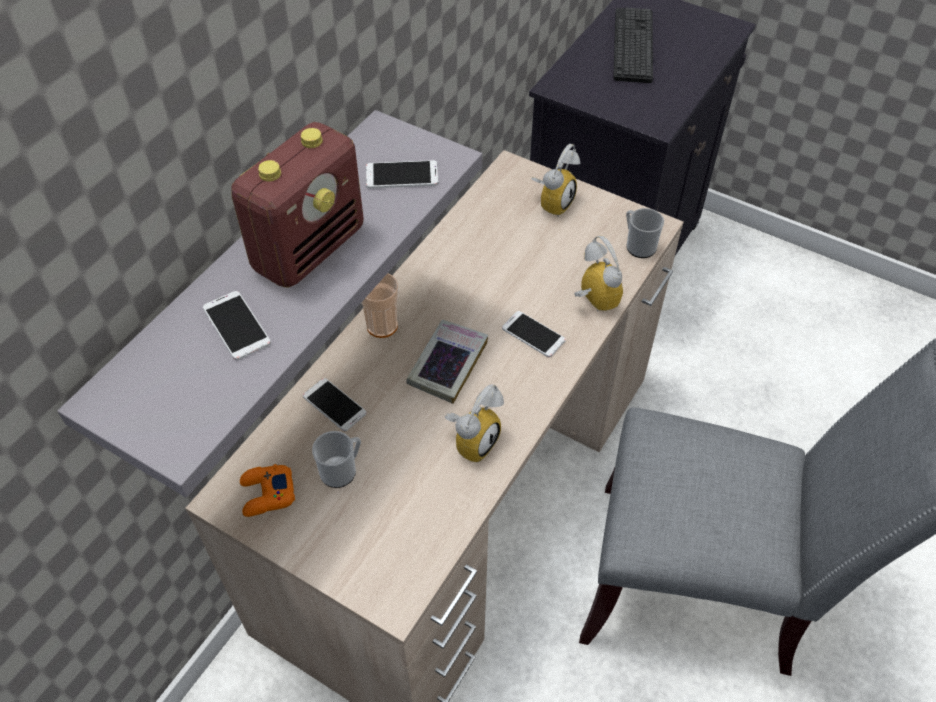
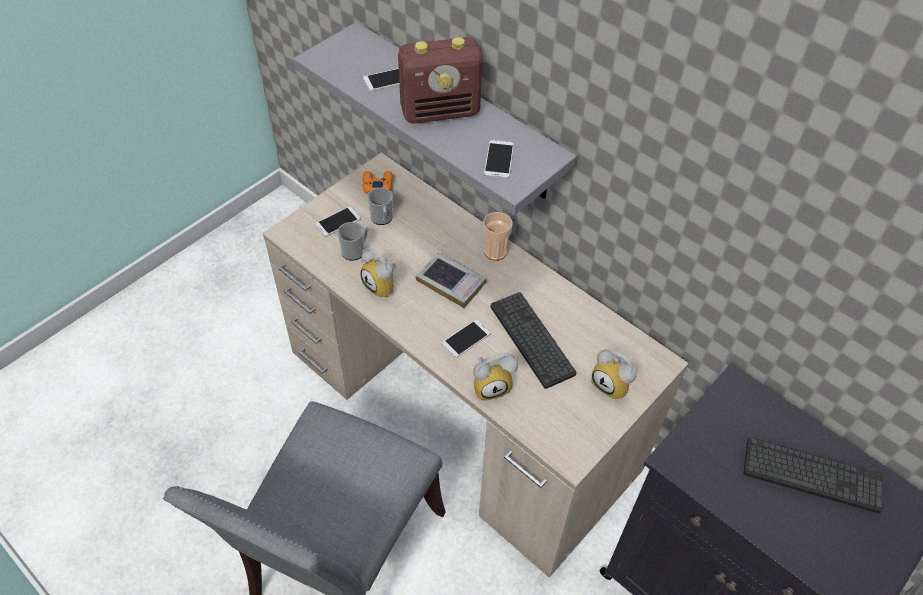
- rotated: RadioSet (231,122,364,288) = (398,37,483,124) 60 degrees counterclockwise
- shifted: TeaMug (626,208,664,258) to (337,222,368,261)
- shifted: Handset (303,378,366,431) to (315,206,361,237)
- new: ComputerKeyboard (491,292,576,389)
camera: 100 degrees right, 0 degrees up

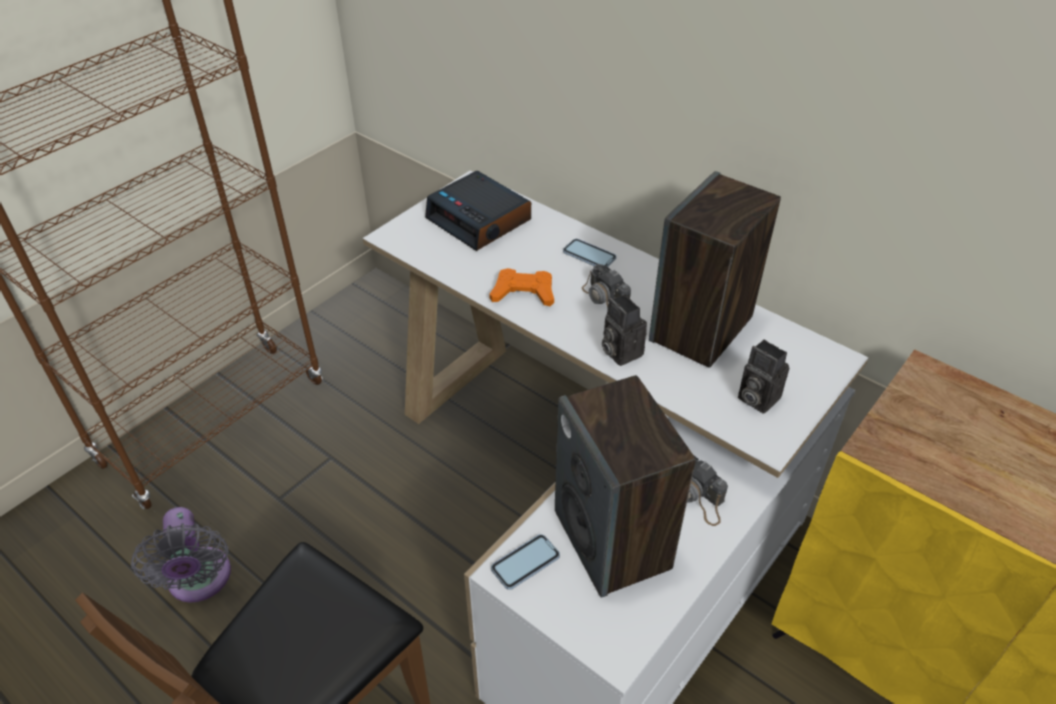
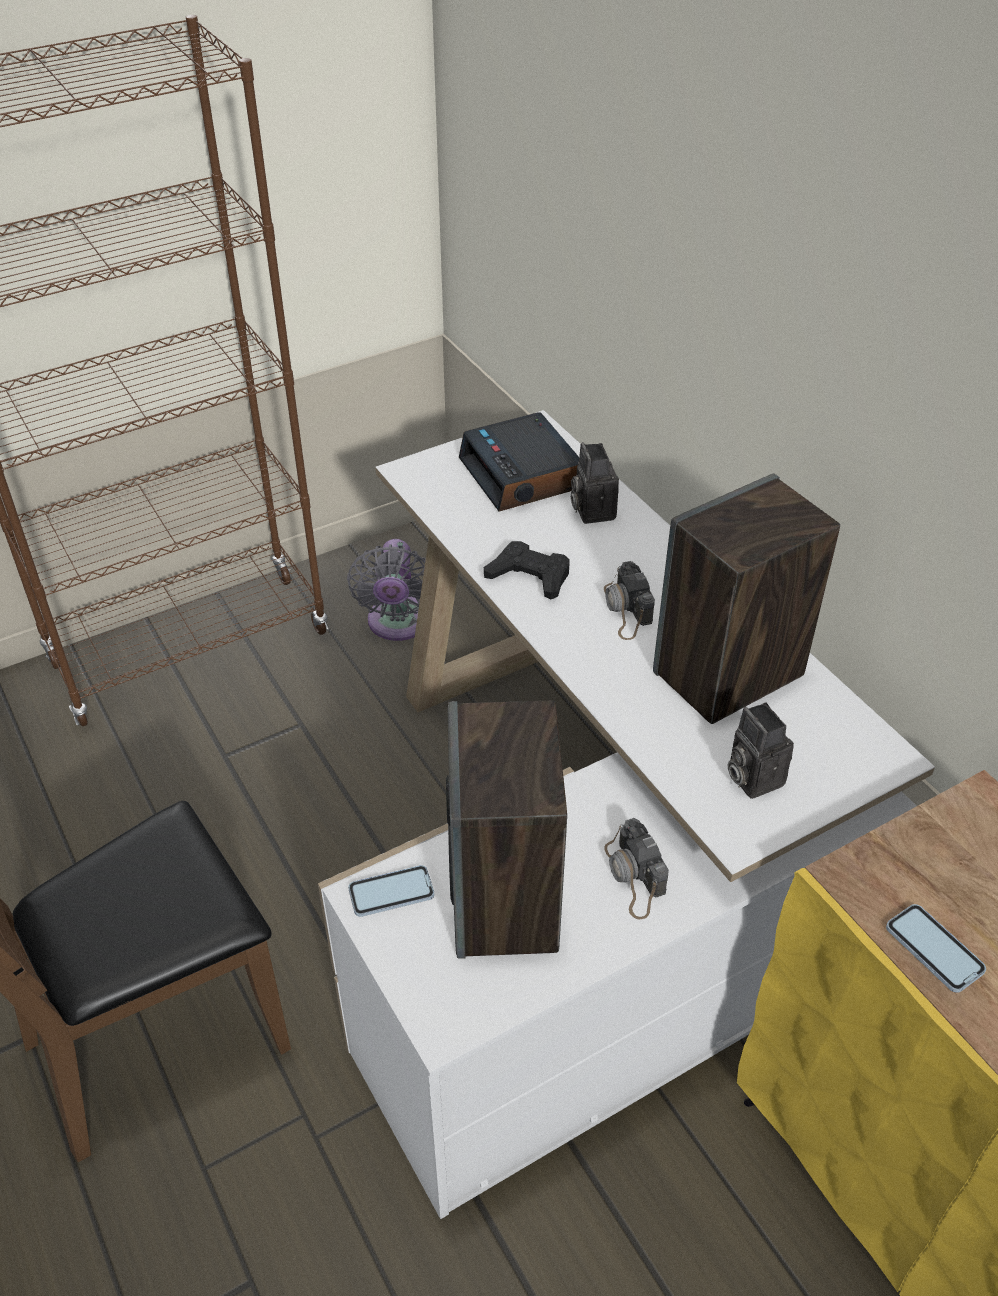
- shifted: Handset (563,239,616,267) to (886,904,986,993)
- repainted: OrangeColouredGameController (489,268,554,306) to BlackishGameController (484,541,570,600)
- shifted: StillCamera (602,294,647,366) to (571,442,619,524)
- shifted: GreyCoolingFan (131,507,231,603) to (347,539,426,641)
camera: 20 degrees right, 0 degrees up

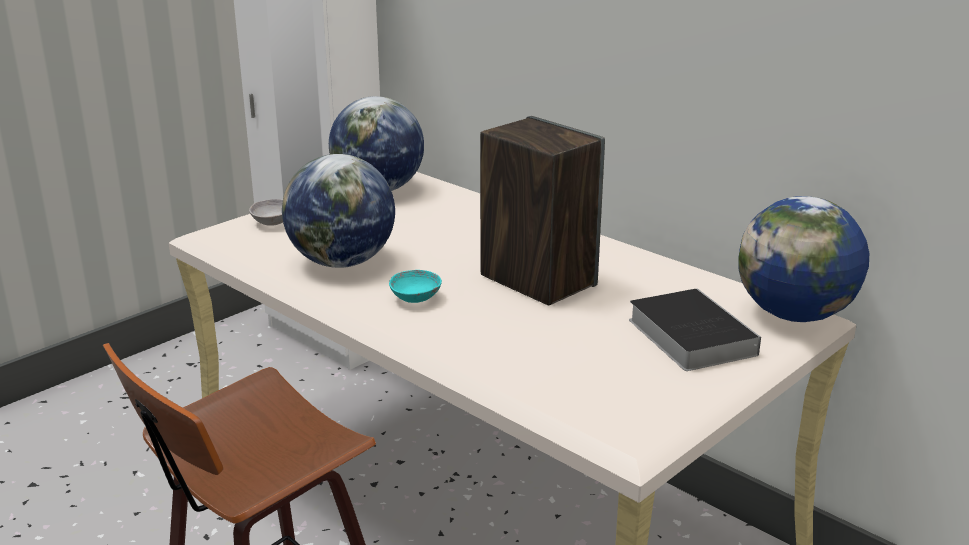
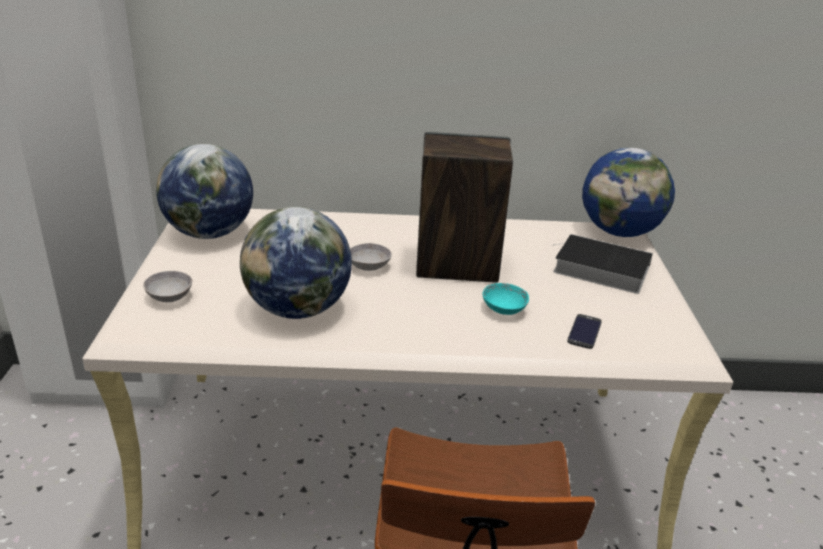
- shifted: TurquoiseColouredDeepDish (389,270,442,303) to (483,283,529,315)
- new: GreyDeepDish (350,243,392,271)
- new: Handset (567,314,602,349)
camera: 45 degrees left, 5 degrees up

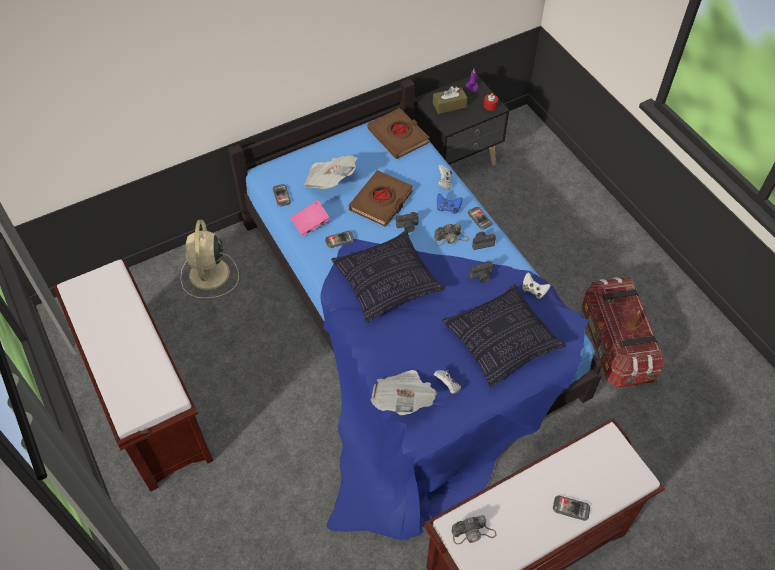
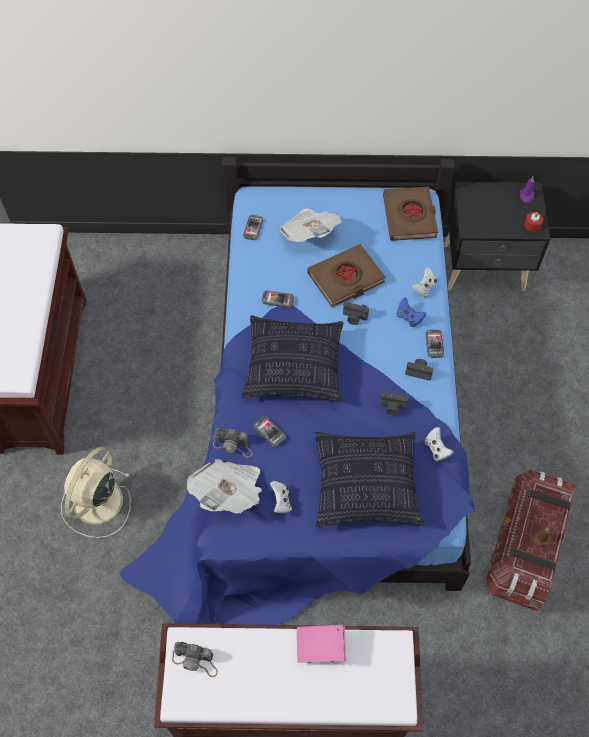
- gone: BrownTissueHolder (433,86,467,114)
- shifted: PinkVolume (290,200,330,236) to (297,625,346,663)
- shifted: BeigeCoolingFan (180,220,239,299) to (61,447,131,538)
- shifted: StillCamera (434,224,469,246) to (213,428,253,458)
- shifted: Handset (553,495,590,521) to (254,416,286,447)
camera: 30 degrees right, 5 degrees up

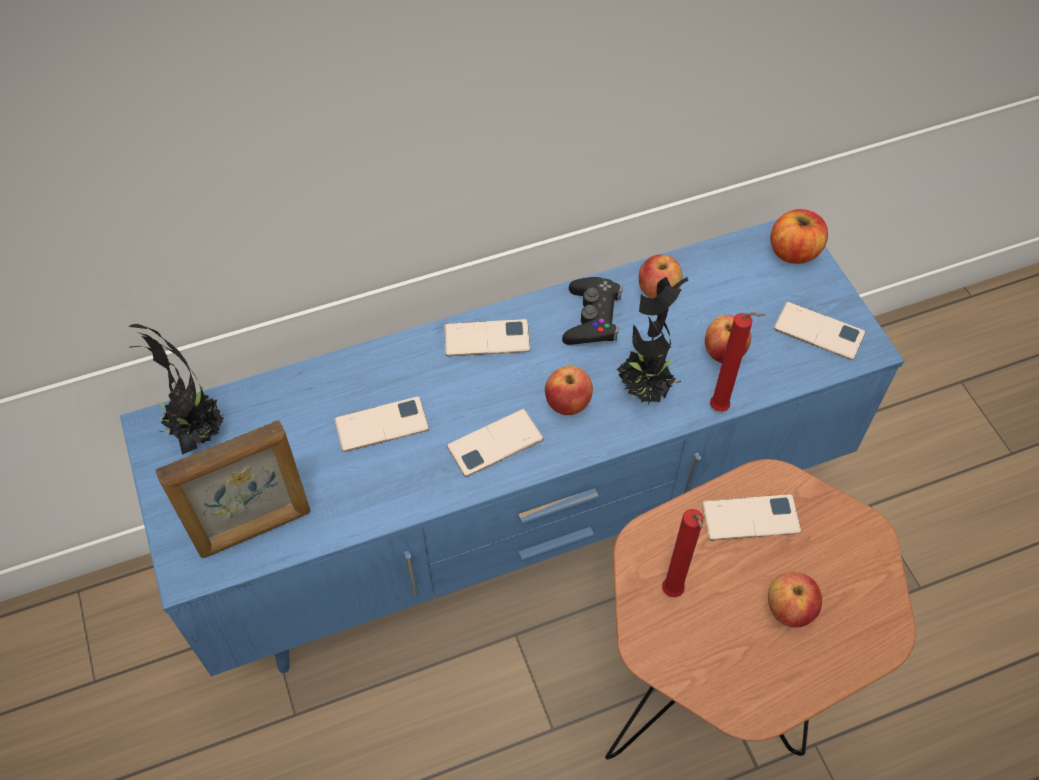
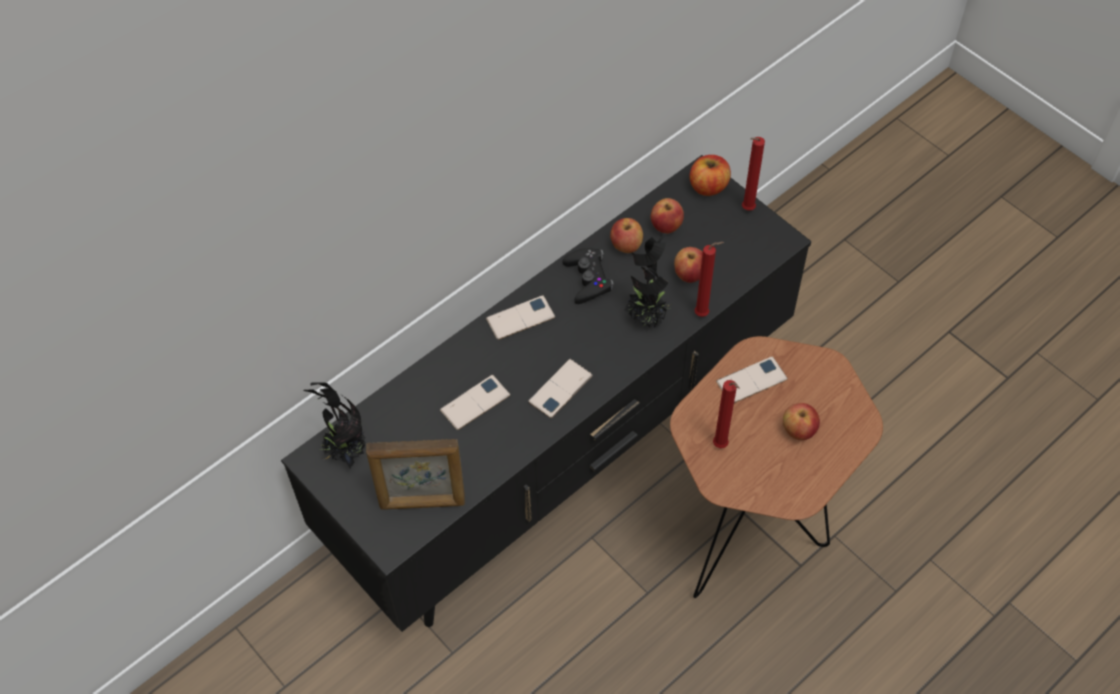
- repainted: BlueColouredTvUnit (120,219,904,676) to BlackishTvUnit (281,155,812,632)
- gone: Handset (774,301,866,360)
- shifted: WholeApple (545,366,593,415) to (651,198,684,234)
- rotated: PictureFrame (155,420,310,558) = (366,439,465,510) 45 degrees clockwise
- new: RedColouredCandle (742,137,765,211)
camera: 20 degrees left, 0 degrees up

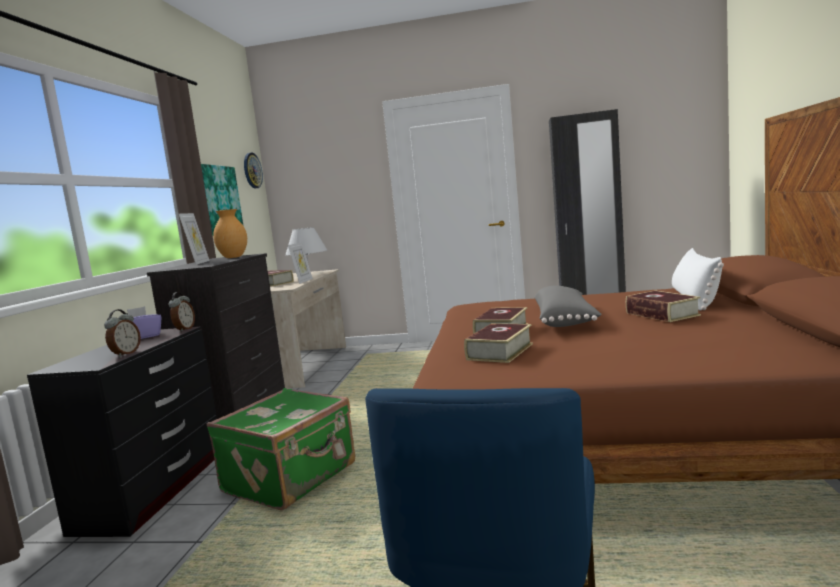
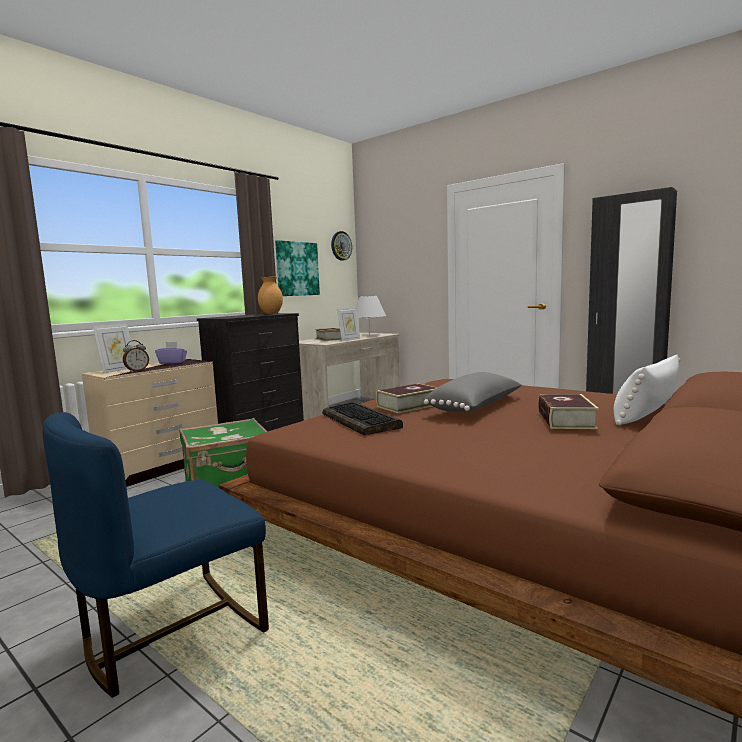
- shifted: PictureFrame (179,213,210,265) to (93,324,132,374)
- gone: TableClock (169,292,195,332)
- swapped: Volume (464,323,533,363) to ComputerKeyboard (322,402,403,435)
- repainted: BlackishDrawerChest (27,326,217,537) to BeigeDrawerChest (82,359,218,487)
camera: 30 degrees right, 0 degrees up

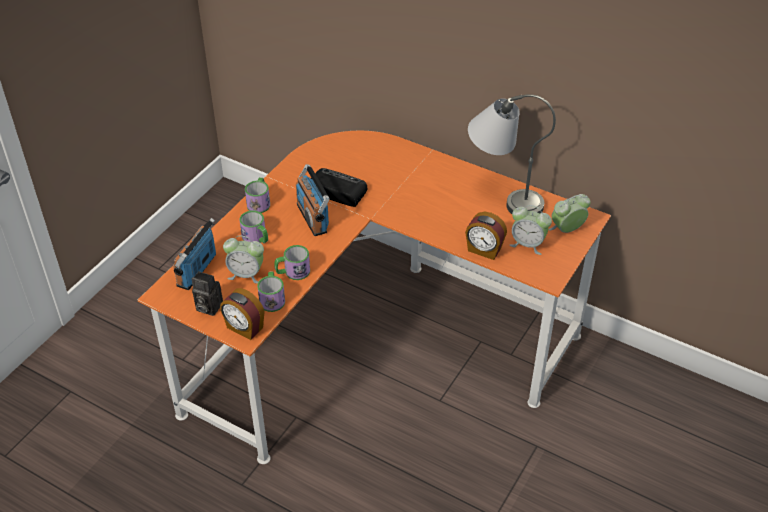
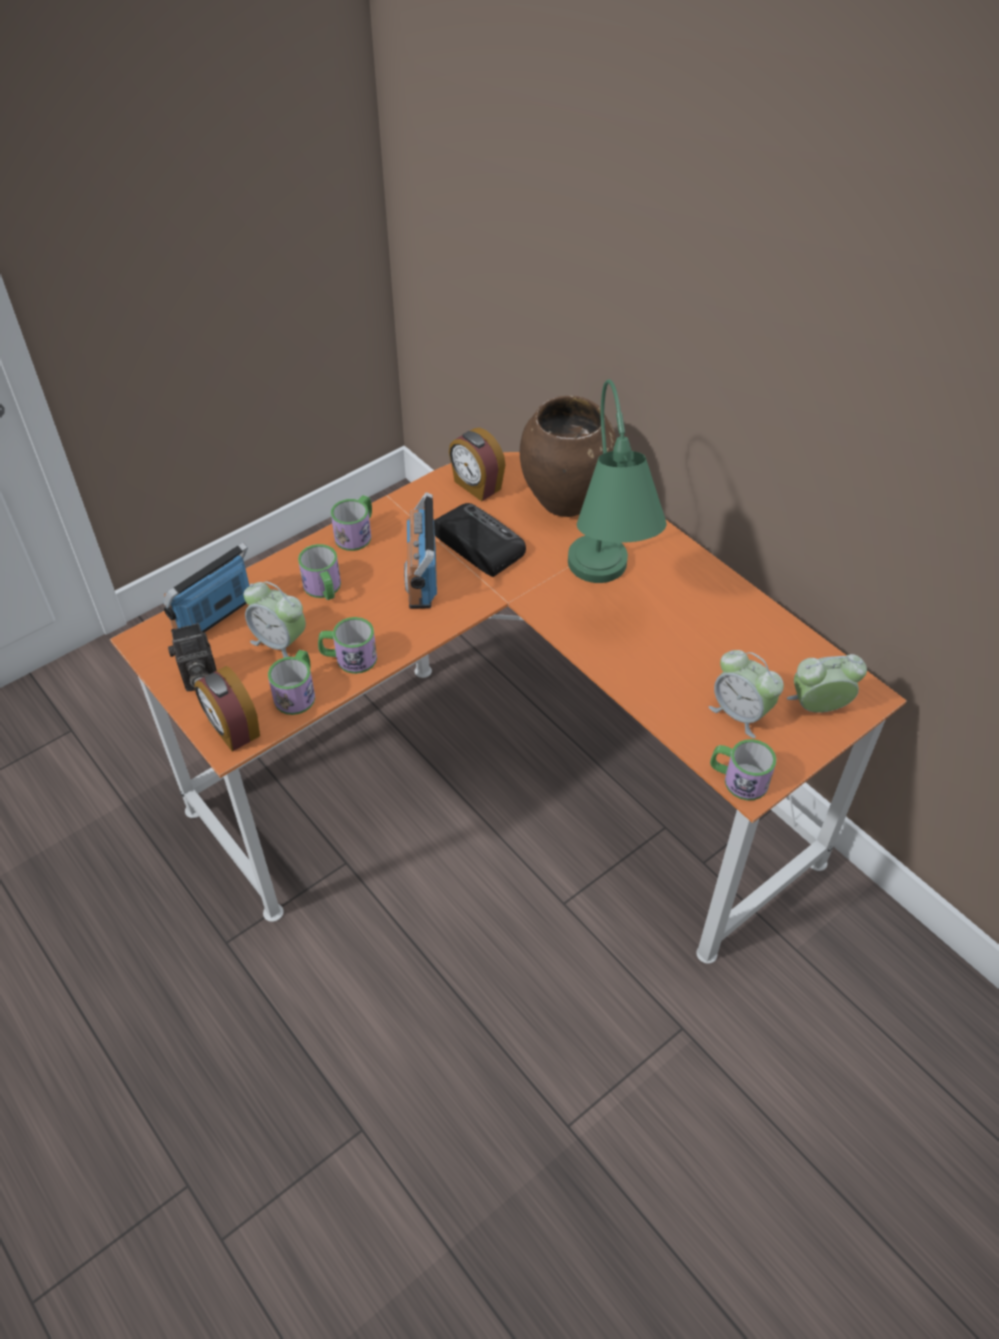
- gone: GreyTabletopLamp (468,94,556,214)
- shifted: TableClock (465,212,507,260) to (449,428,506,501)
- rotated: StillCamera (192,271,223,316) = (168,623,217,691) 60 degrees counterclockwise
- new: GreenTabletopLamp (568,379,667,583)
- new: BrownFlowerVase (520,396,616,517)
- new: TeaMug (710,739,776,801)
camera: 20 degrees right, 5 degrees up

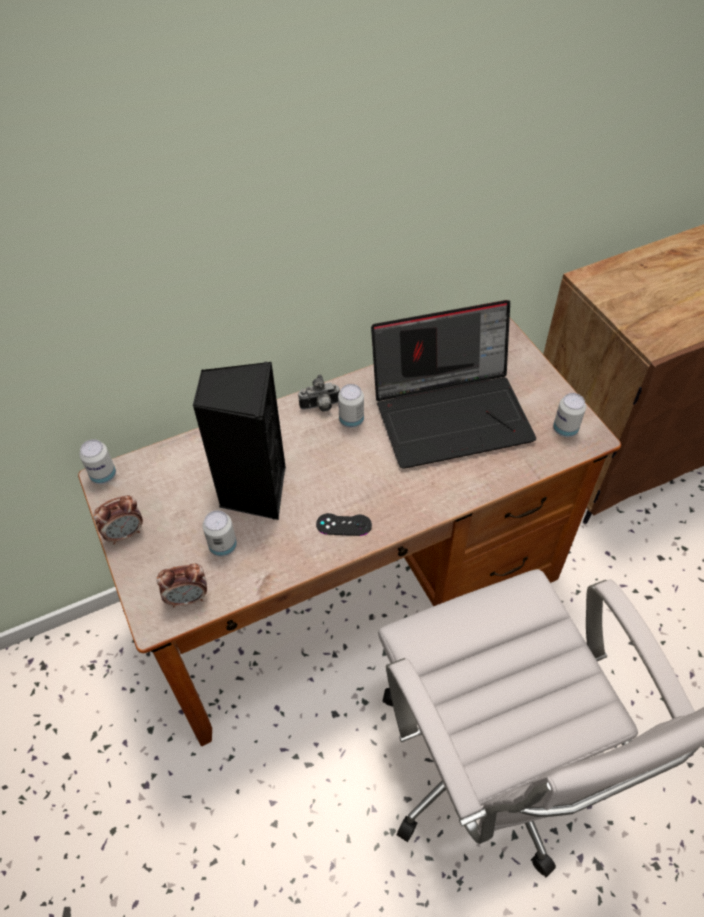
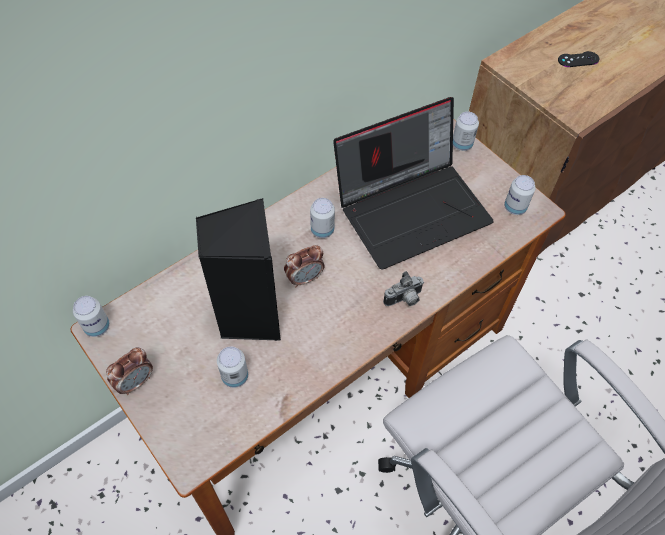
- shifted: StillCamera (298,375,340,412) to (383,271,424,306)
- shifted: BlackishGameController (316,513,372,536) to (558,51,599,67)
- shifted: TableClock (156,563,207,608) to (284,245,325,288)
- new: Can (453,112,479,151)
camera: 15 degrees left, 5 degrees up

